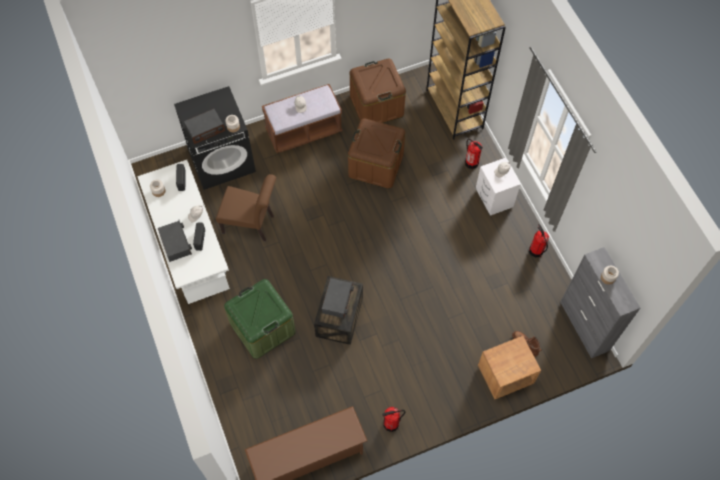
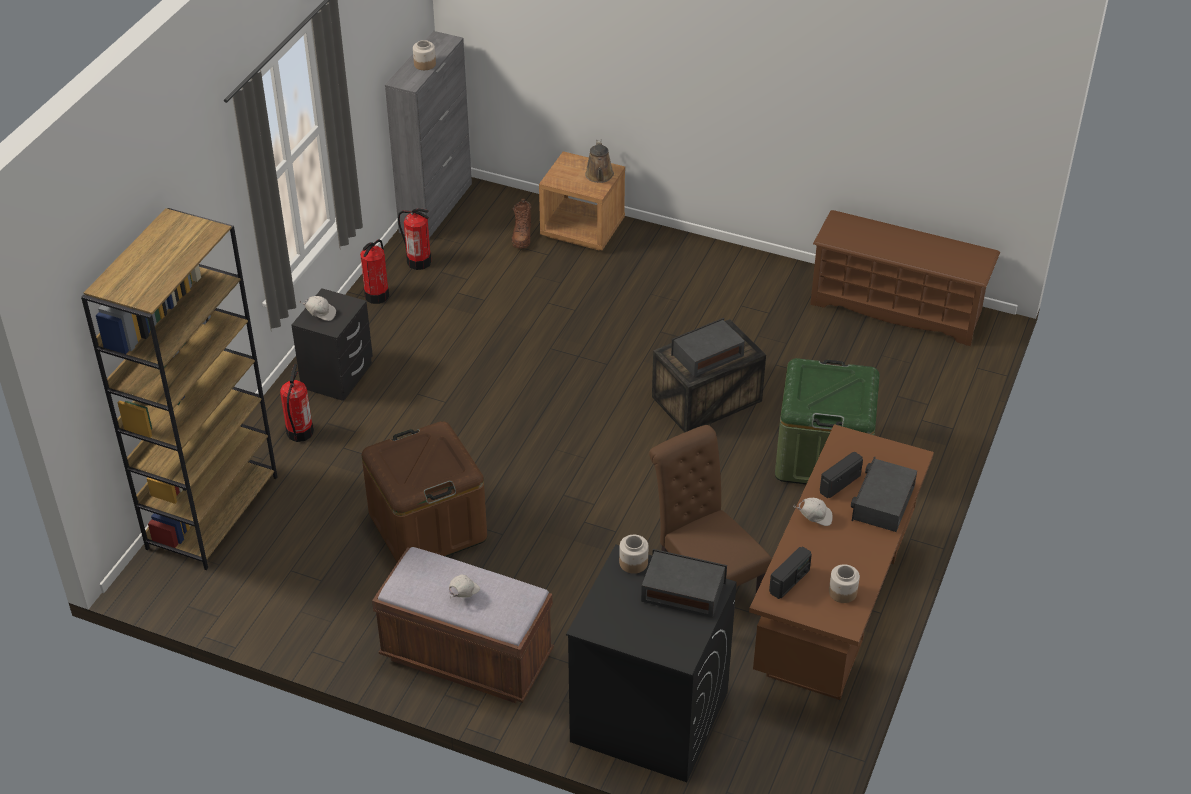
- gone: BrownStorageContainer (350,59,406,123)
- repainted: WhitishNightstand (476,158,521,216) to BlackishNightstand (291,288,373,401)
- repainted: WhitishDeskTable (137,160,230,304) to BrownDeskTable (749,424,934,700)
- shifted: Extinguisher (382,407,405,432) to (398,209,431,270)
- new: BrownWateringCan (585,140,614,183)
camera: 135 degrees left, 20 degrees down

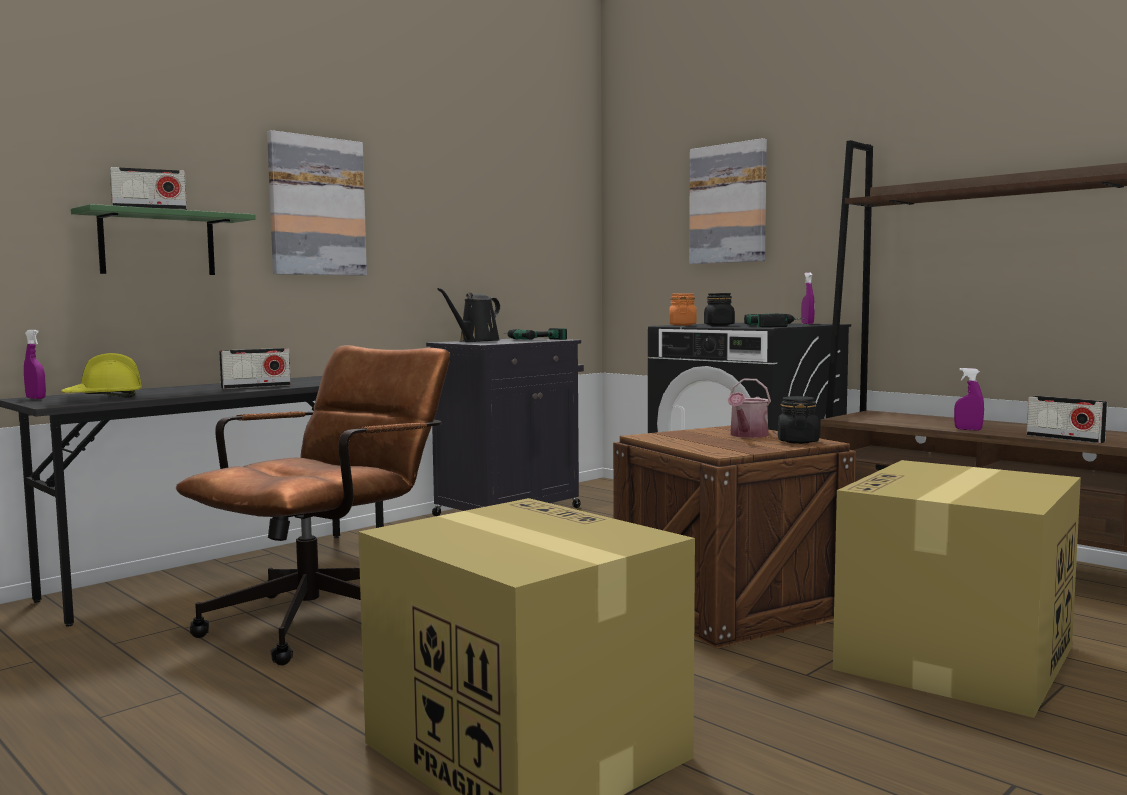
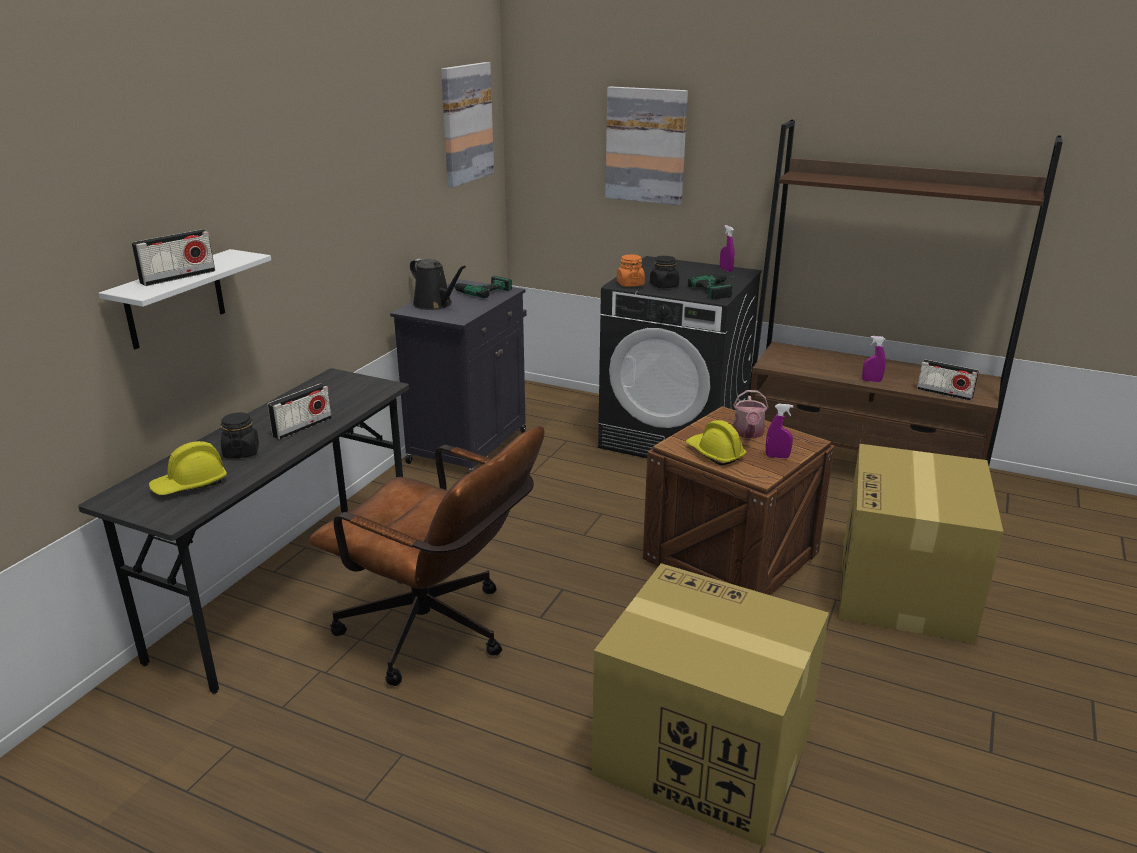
- shifted: WallPicture (267,130,367,276) to (441,62,494,188)
- repainted: GreenBracketShelf (71,204,256,275) to WhitishBracketShelf (98,249,271,349)
- rotated: BlackishWateringCan (437,288,500,342) = (410,258,466,310) 60 degrees counterclockwise
- shifted: PurplishSprayer (24,330,46,399) to (766,404,794,458)
- rotated: BrownComputerChair (176,345,450,665) = (309,426,544,686) 105 degrees clockwise
- shifted: BlackishPreserveJar (778,396,819,444) to (221,412,259,459)
- new: YellowColouredHardHat (686,420,746,465)
camera: 20 degrees left, 20 degrees up

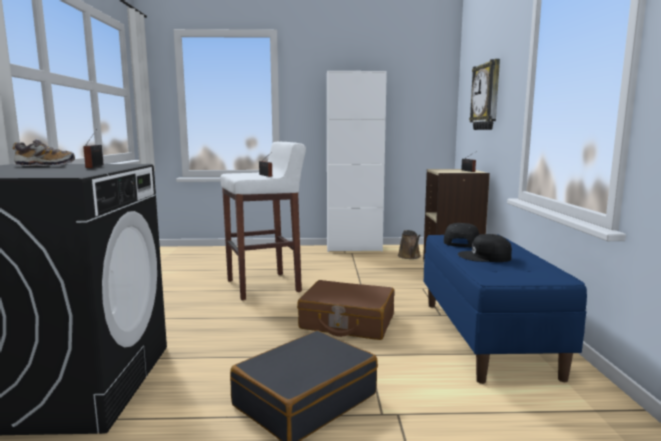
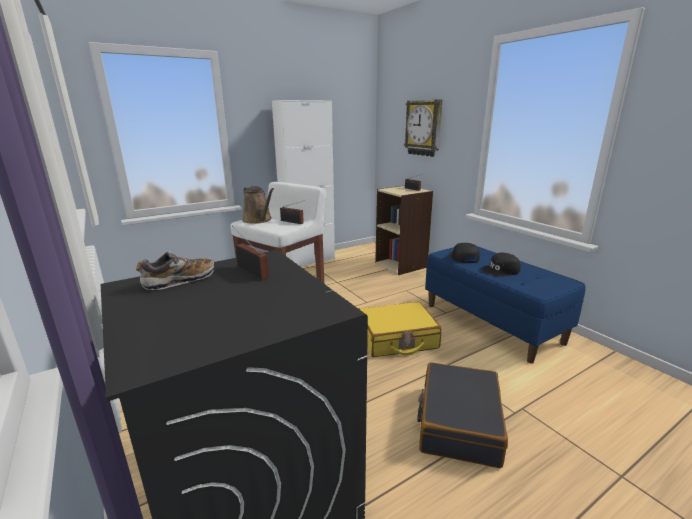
- shifted: BrownWateringCan (398,230,421,259) to (242,186,274,224)
- repainted: BrownPieceOfLuggage (297,280,394,340) to YellowColouredPieceOfLuggage (359,302,442,357)
camera: 30 degrees left, 10 degrees up

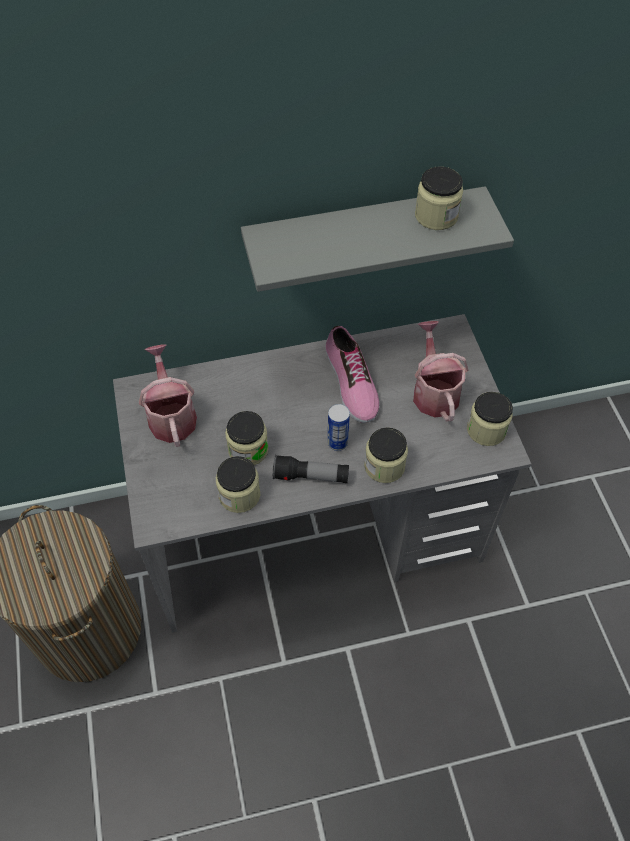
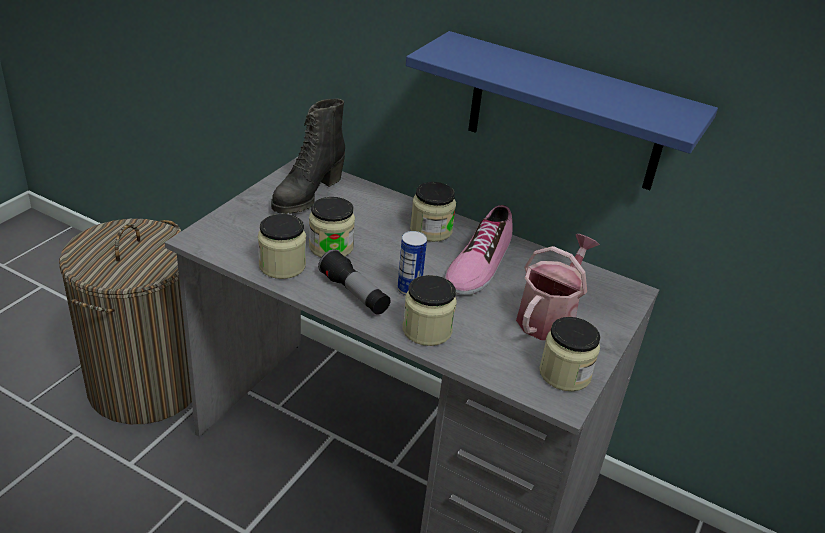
- shifted: PreserveJar (415,167,463,230) to (410,182,456,242)
- repainted: GreyBracketShelf (241,186,514,292) to BlueColouredBracketShelf (406,31,718,190)
- swapped: WateringCan (139,344,197,447) to BlackishBoot (271,98,345,214)
camera: 40 degrees right, 20 degrees down

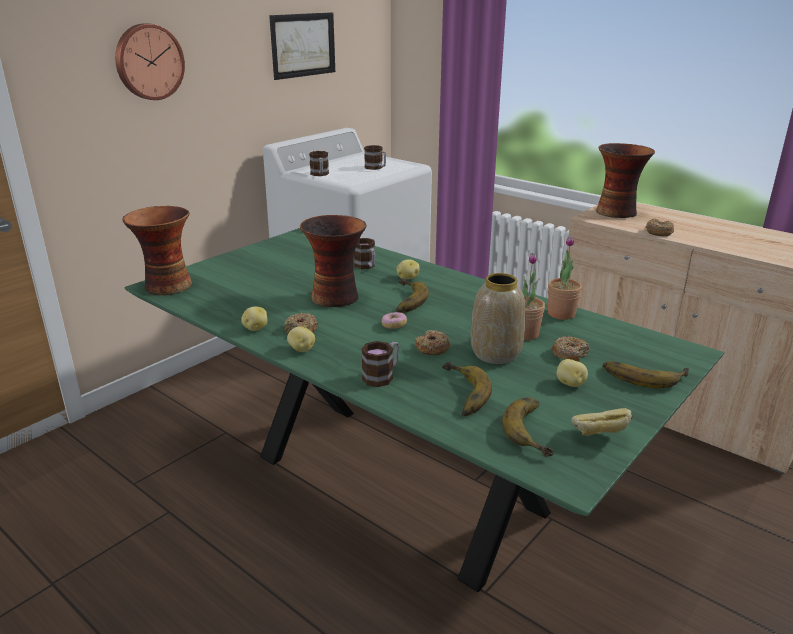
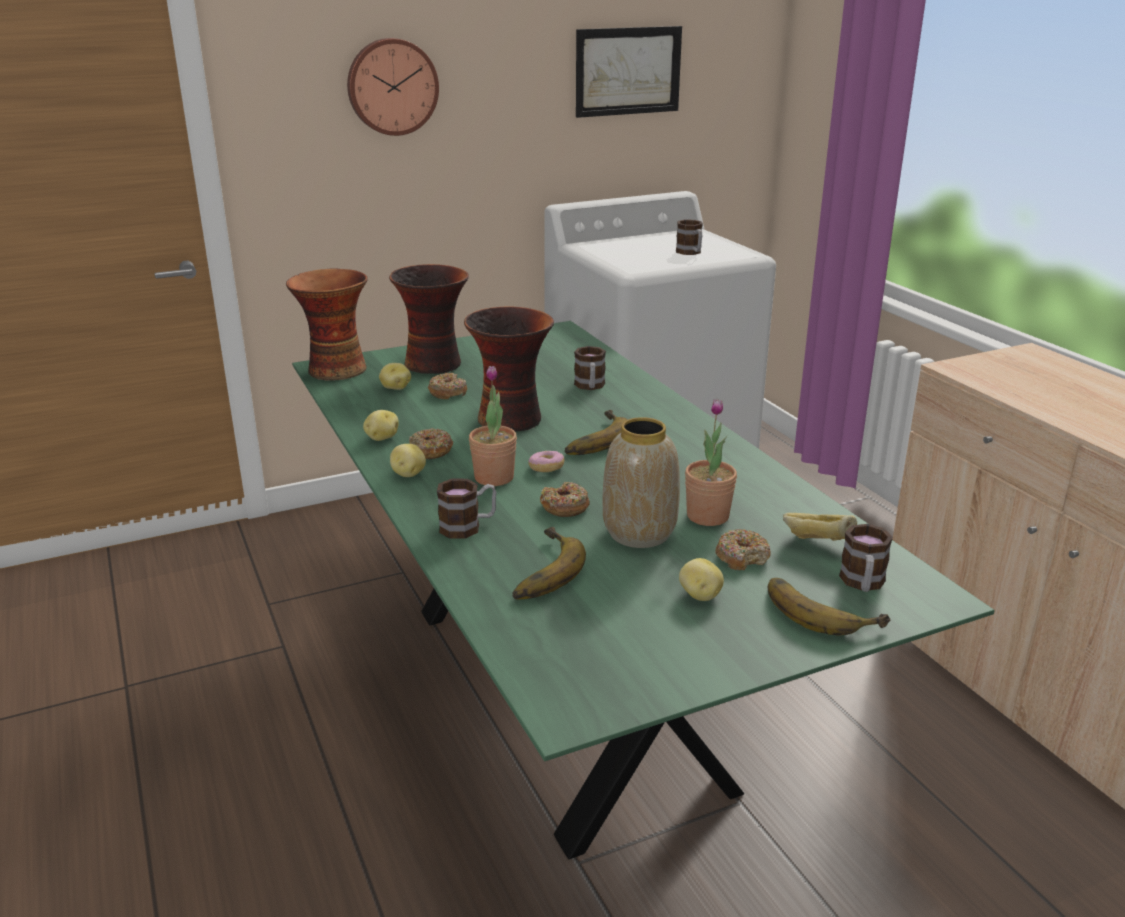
- shifted: FlowerVase (596,143,655,218) to (389,264,469,374)
- shifted: TeaMug (309,151,329,176) to (839,524,893,592)
- shifted: RingDoughnut (646,219,674,236) to (428,373,467,399)
- shifted: PottedPlant (548,236,582,320) to (469,366,517,486)
- shifted: Potato (397,259,420,279) to (379,363,411,390)
- gone: Banana (502,397,554,457)
- shifted: BakedBread (571,408,633,436) to (783,513,857,541)
camera: 25 degrees right, 0 degrees up

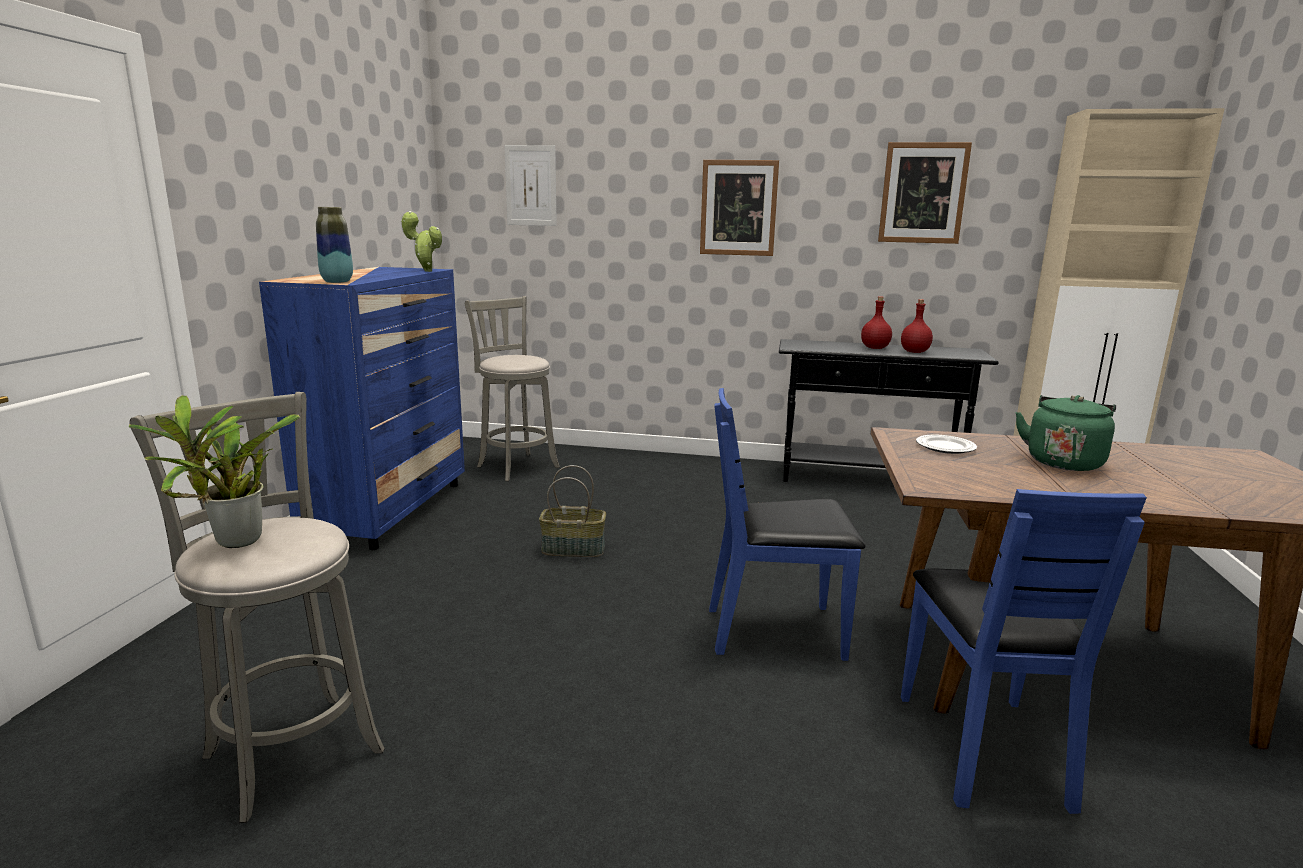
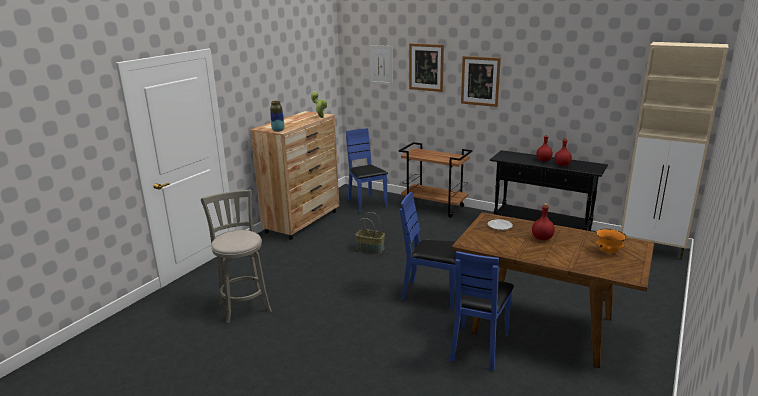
- shifted: WallPicture (878,142,972,244) to (409,43,444,92)
- repainted: BlueColouredDrawerChest (259,267,465,550) to BrownDrawerChest (250,111,339,240)
- swapped: GreySittingStool (465,296,560,481) to BlueColouredPlainChair (346,128,388,213)
- gone: PottedPlant (129,395,300,548)
- swapped: GreenWaterKettle (1015,395,1116,471) to RedColouredDrinkBottle (532,203,555,241)
- new: BrownWheeledCart (399,142,472,218)
- new: OrangeColouredDeepDish (595,229,628,253)
camera: 20 degrees right, 5 degrees up

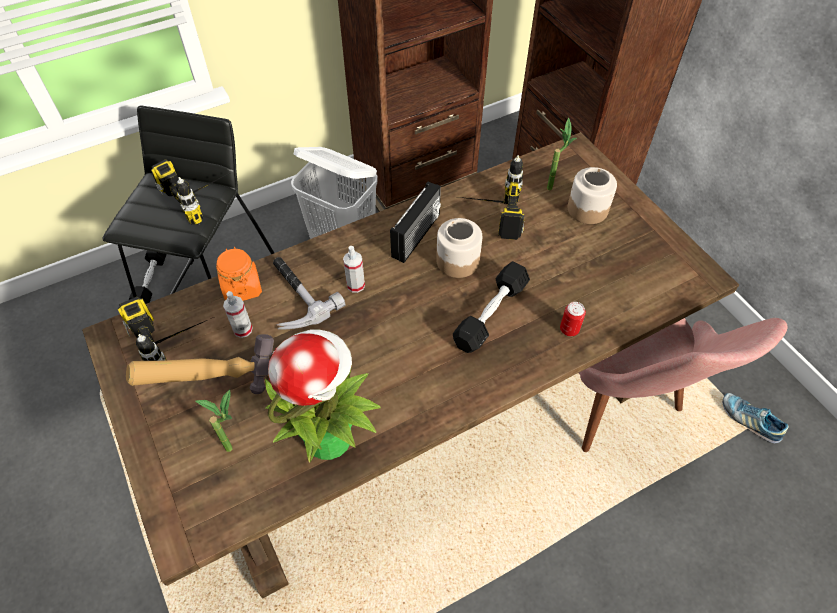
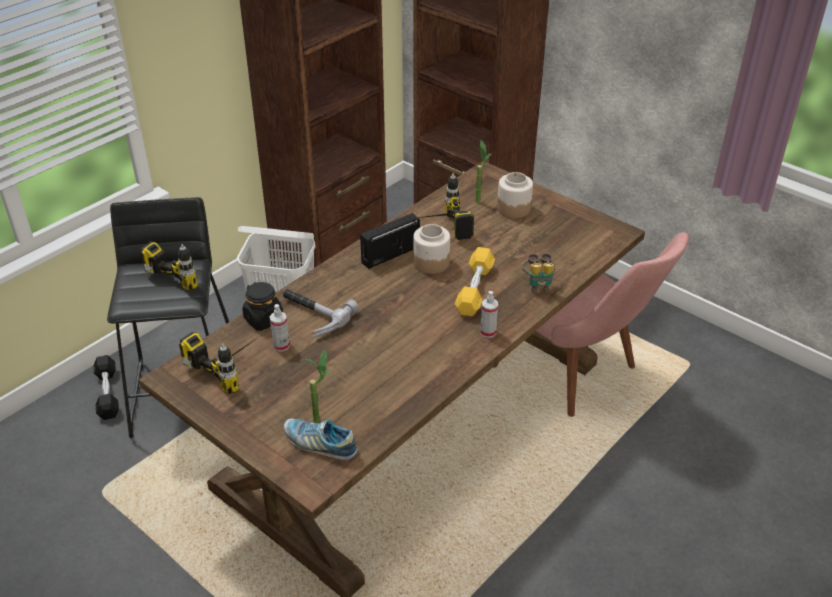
- rotated: RadioSet (390,182,441,263) = (360,213,420,269) 135 degrees counterclockwise
- shifted: Sprayer (343,246,365,293) to (480,291,498,338)
- repainted: OrangeColouredPreserveJar (216,247,262,301) to BlackishPreserveJar (242,282,283,331)
- repainted: BlackishDumbbell (453,261,530,353) to YellowColouredDumbbell (455,247,495,316)
- swapped: Can (560,302,586,336) to FieldGlasses (521,253,556,293)
- gone: PottedPlant (265,329,381,463)
- gone: HandHammer (126,334,274,394)
- shifted: LowShoe (722,393,789,443) to (284,419,358,460)
camera: 20 degrees left, 15 degrees down

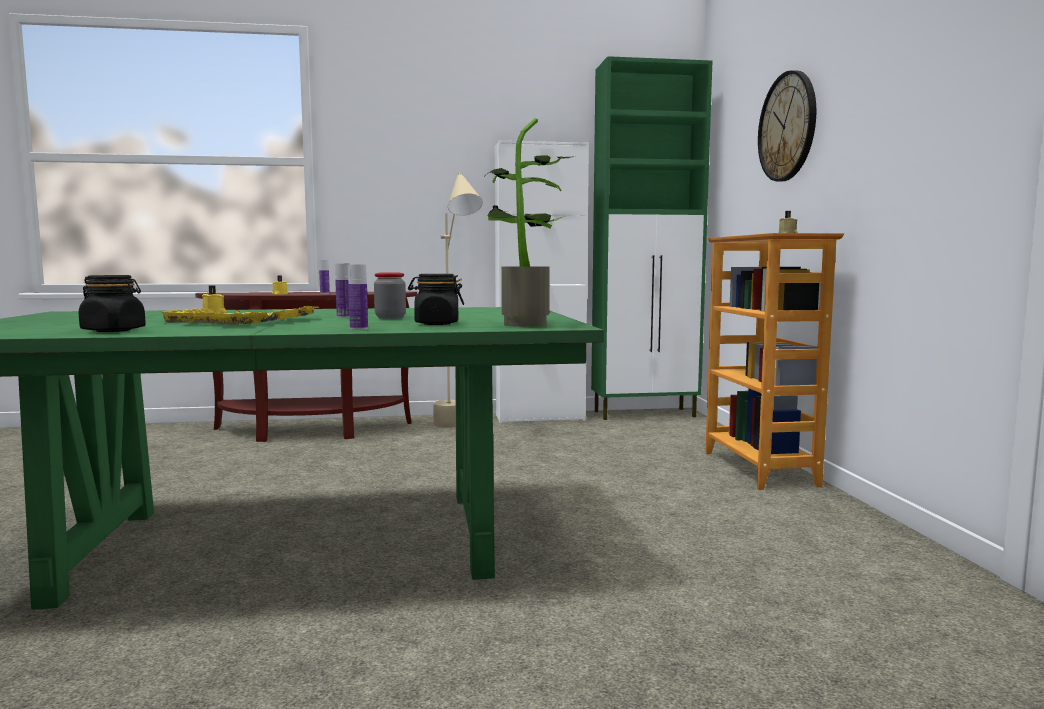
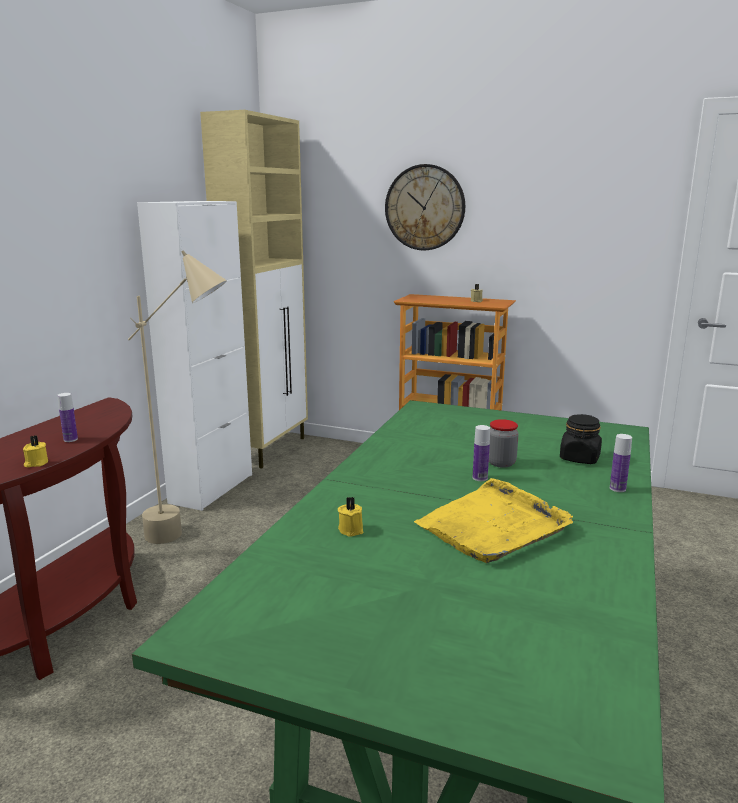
- repainted: GreenCabinet (591,56,712,420) to BeigeCabinet (200,110,308,468)
- gone: PottedPlant (484,118,574,327)
- gone: BlackishPreserveJar (78,275,146,332)
camera: 60 degrees left, 10 degrees up

